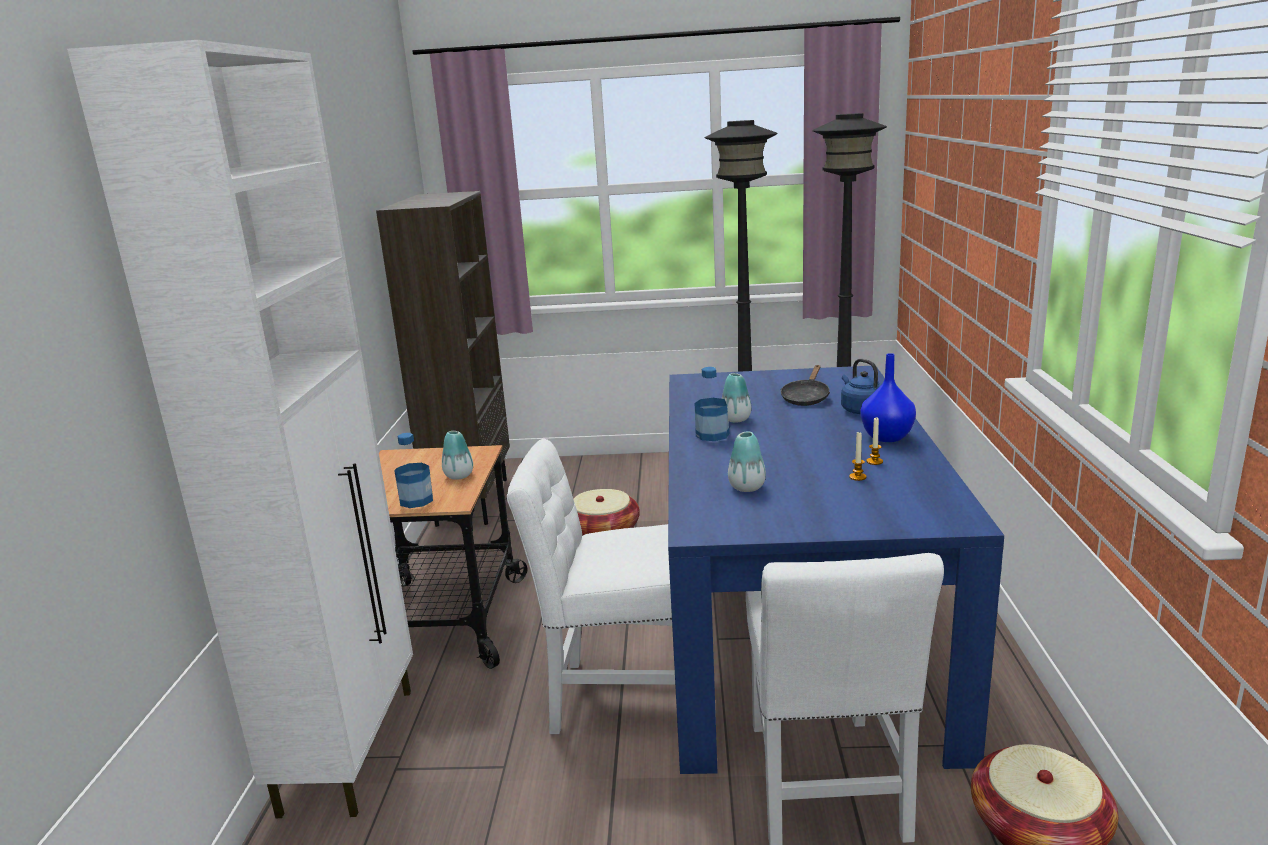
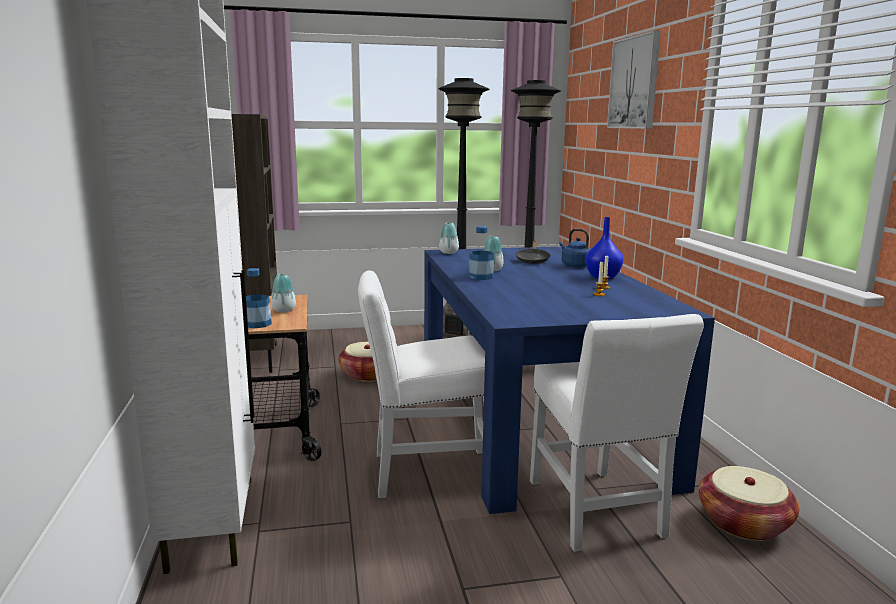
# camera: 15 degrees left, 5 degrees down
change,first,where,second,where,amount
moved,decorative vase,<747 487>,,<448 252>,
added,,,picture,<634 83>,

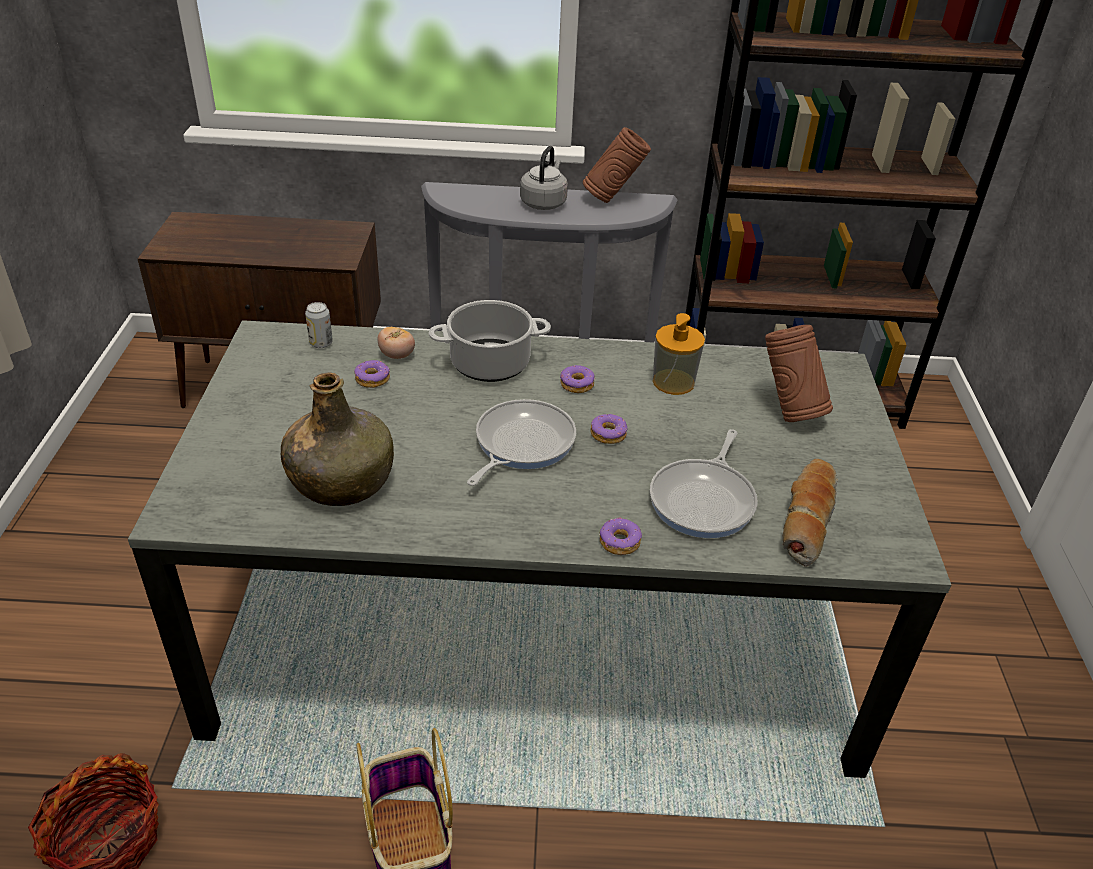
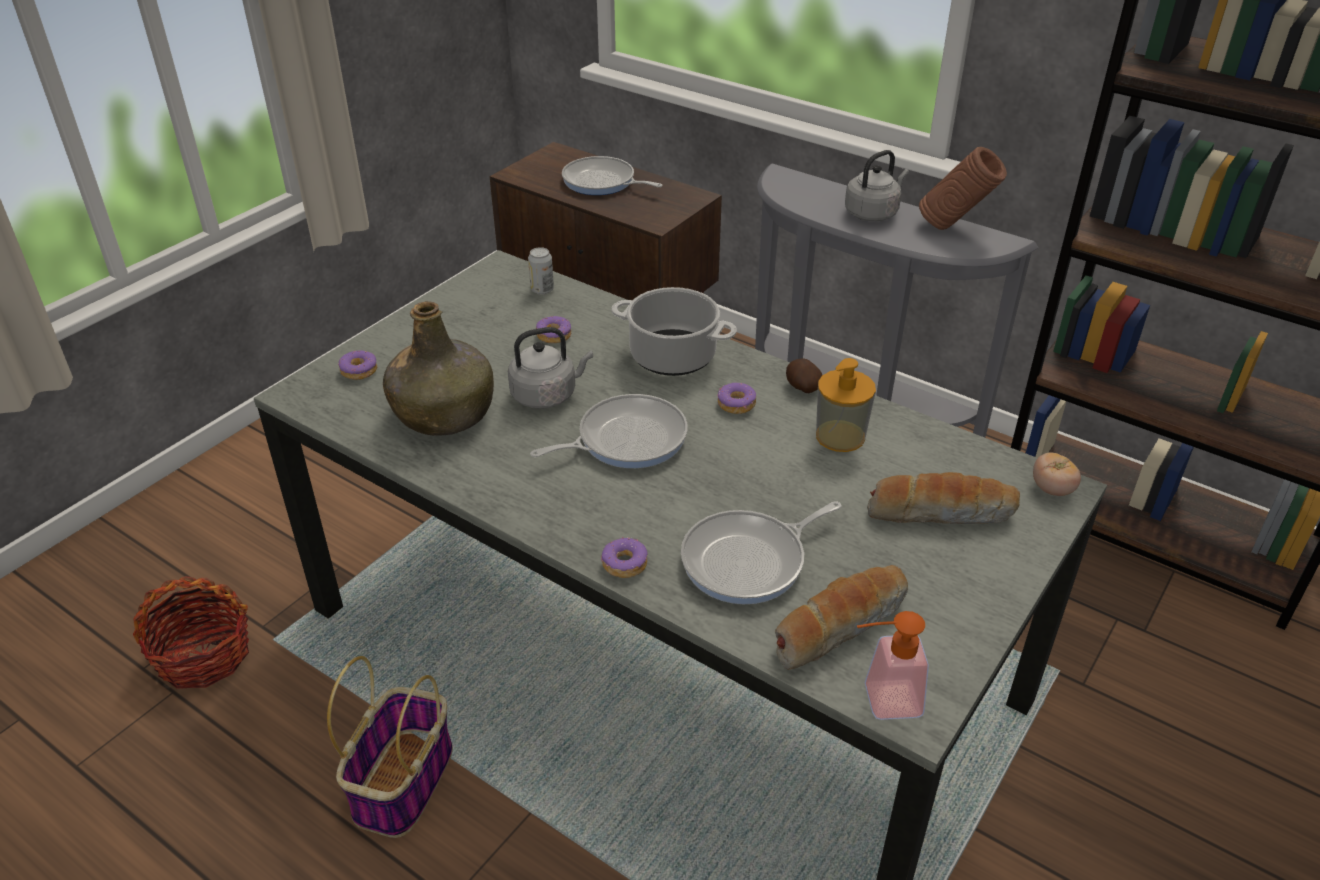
# camera: 35 degrees right, 0 degrees up
change,first,where,second,where,amount
replaced,brownish decorative vase,<789 411>,bread,<940 511>,
moved,tomato,<397 355>,,<1051 489>,
moved,doughnut,<608 434>,,<359 370>,
added,,,pan,<602 182>,
added,,,grey tea kettle,<547 395>,
added,,,whole potato,<802 387>,
added,,,soap dispenser,<881 700>,

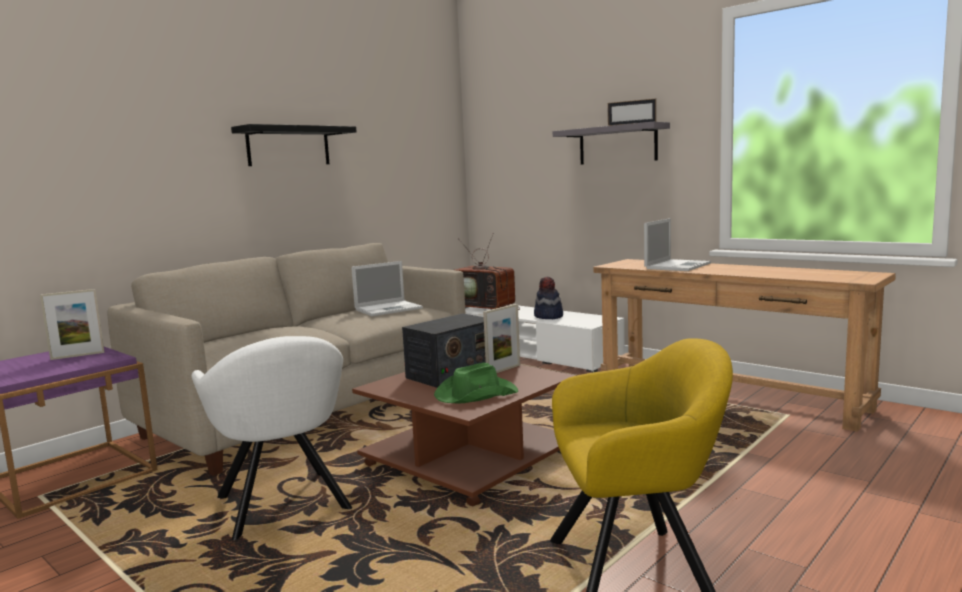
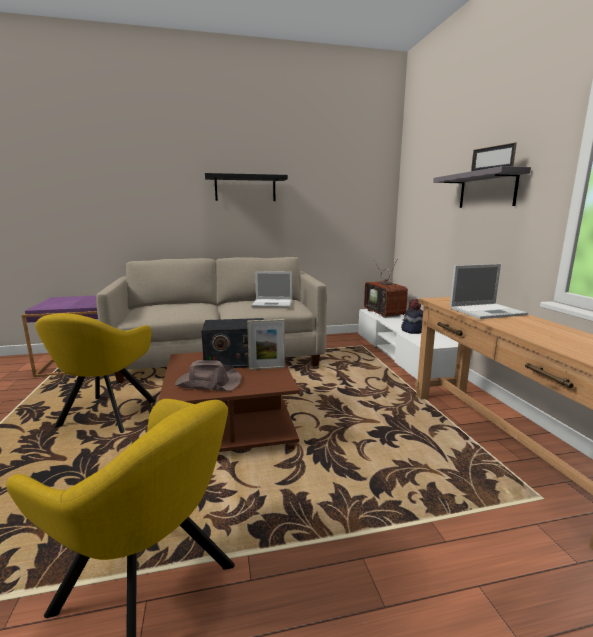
# camera: 35 degrees right, 5 degrees up
change,first,where,second,where,amount
removed,photo frame,<77 356>,,,
recoloured,whitish lounge chair,<284 507>,yellow lounge chair,<105 416>,
recoloured,green-coloured clothing hat,<475 394>,brownish clothing hat,<208 382>,

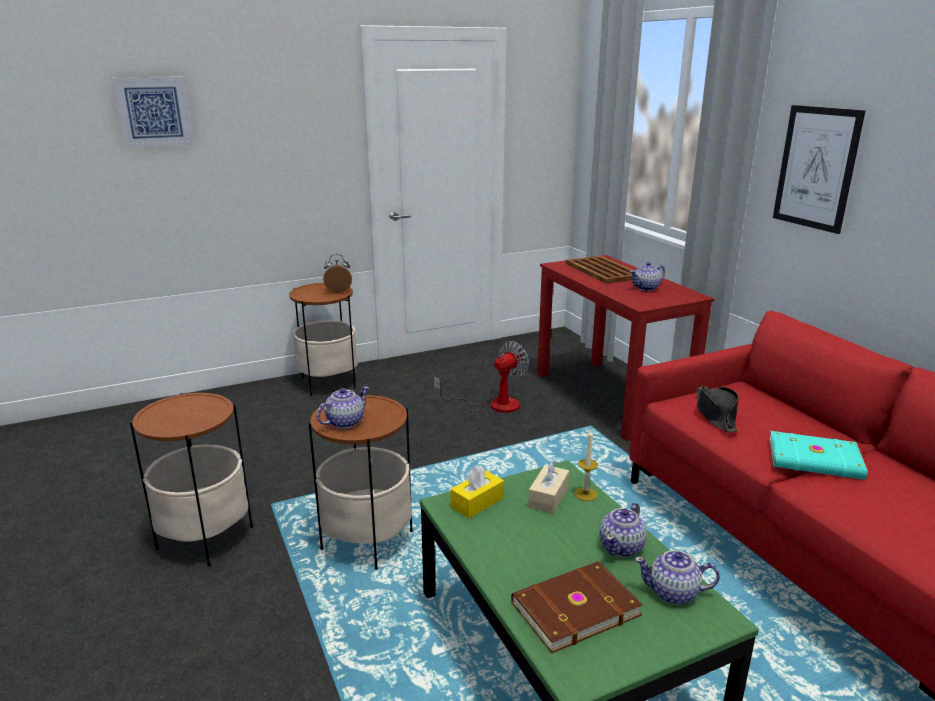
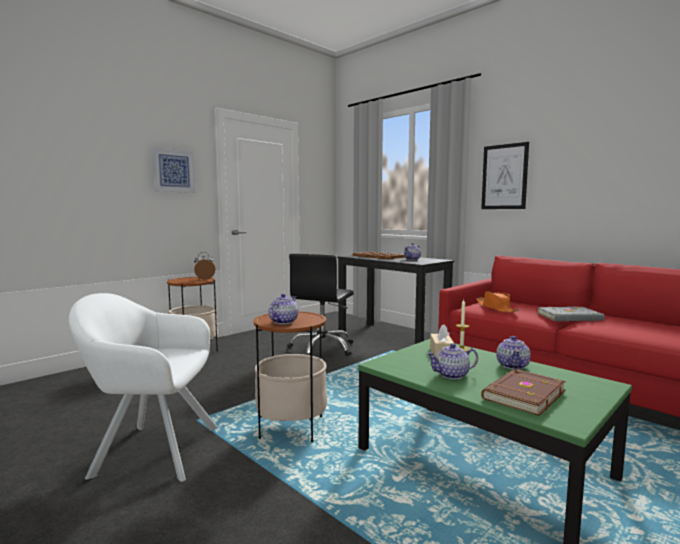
# camera: 20 degrees left, 15 degrees down
change,first,where,second,where,amount
moved,picture,<153 112>,,<173 170>,
recoloured,red-coloured desk unit,<610 397>,black-coloured desk unit,<392 337>,
replaced,cooling fan,<493 405>,black-coloured desk chair,<322 348>,
recoloured,black-coloured clothing hat,<715 414>,orange-coloured clothing hat,<496 308>,
replaced,end table,<205 538>,whitish lounge chair,<151 450>,
recoloured,blue-green bound book,<815 460>,grey bound book,<570 317>,
removed,yellow tissue holder,<477 502>,,,
moved,teapot,<674 593>,,<452 375>,

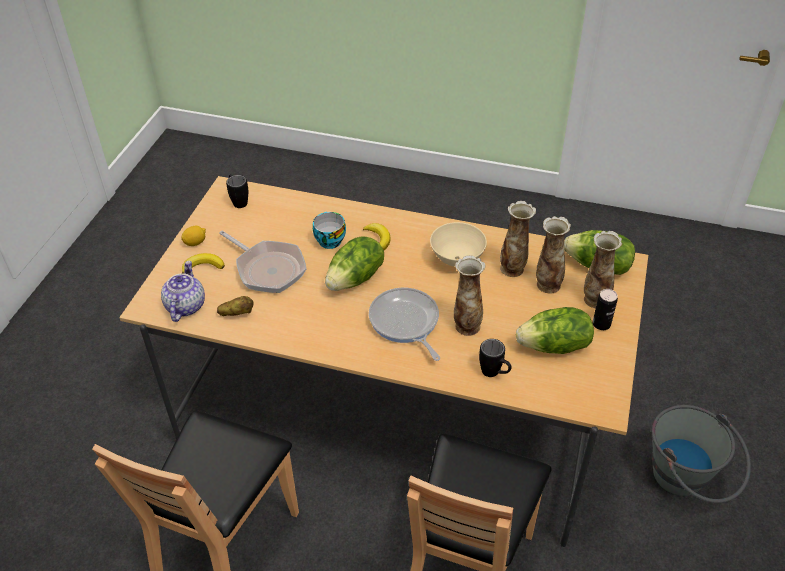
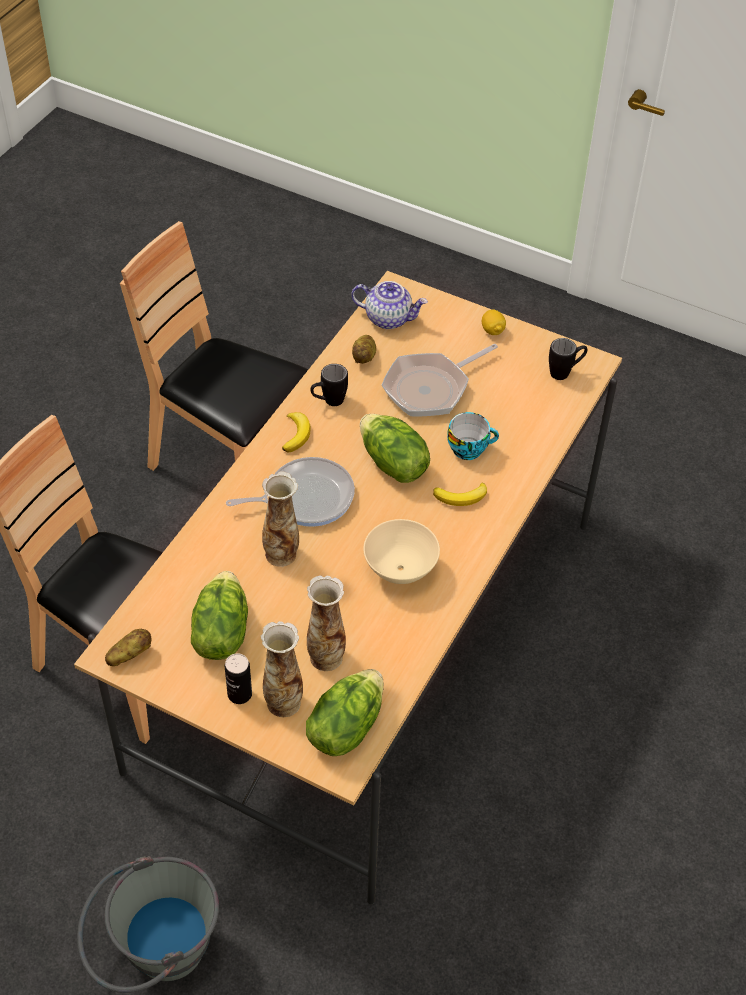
# camera: 100 degrees right, 5 degrees up
change,first,where,second,where,amount
removed,decorative vase,<512 269>,,,
moved,whole banana,<203 266>,,<296 434>,
moved,black-coloured coffee mug,<494 374>,,<328 402>,
added,,,whole potato,<129 655>,

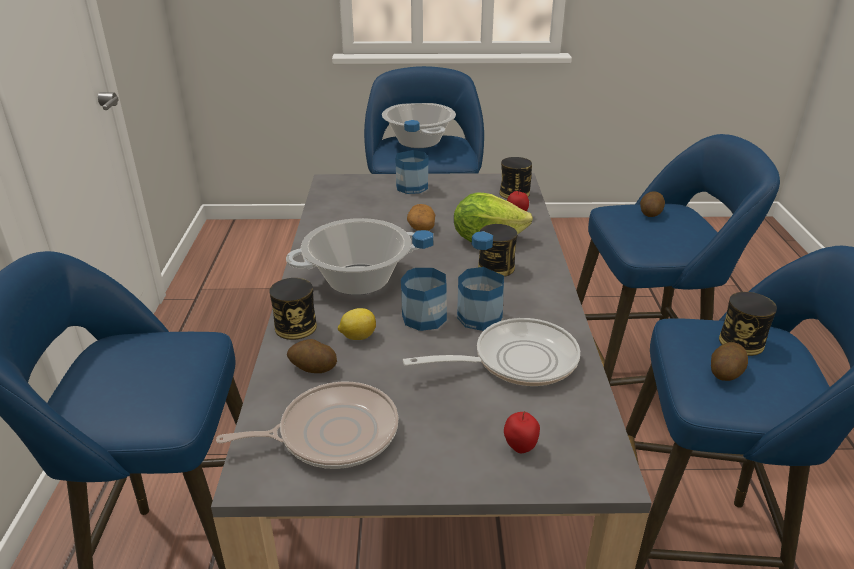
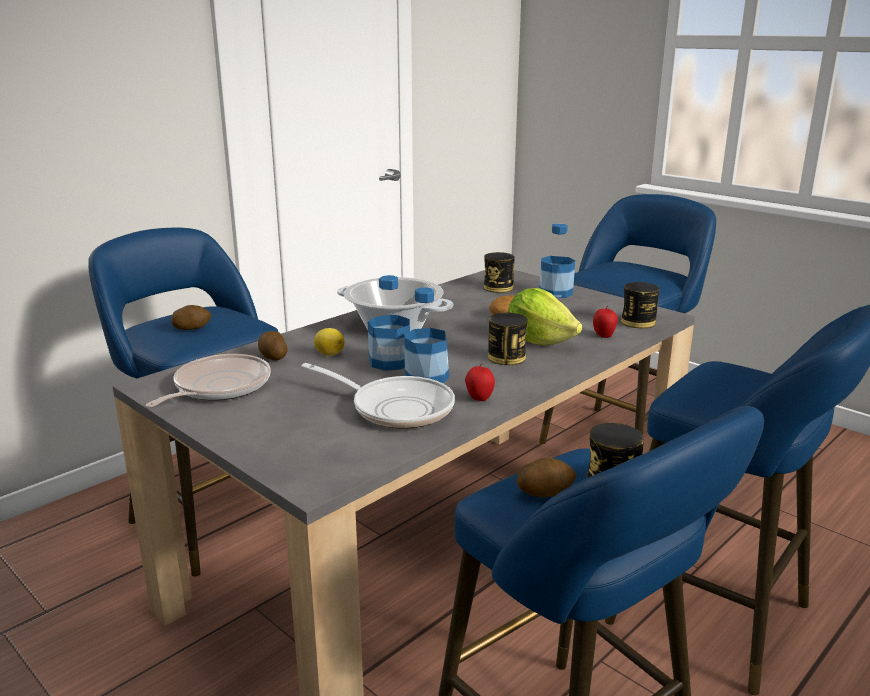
# camera: 45 degrees right, 10 degrees down
change,first,where,second,where,amount
removed,stockpot,<419 141>,,,
moved,whole potato,<650 213>,,<192 328>,
moved,sealed can,<295 327>,,<498 288>,
turned,pan,<332 433>,,<218 387>,90 degrees counterclockwise
moved,apple fruit,<520 448>,,<479 398>,

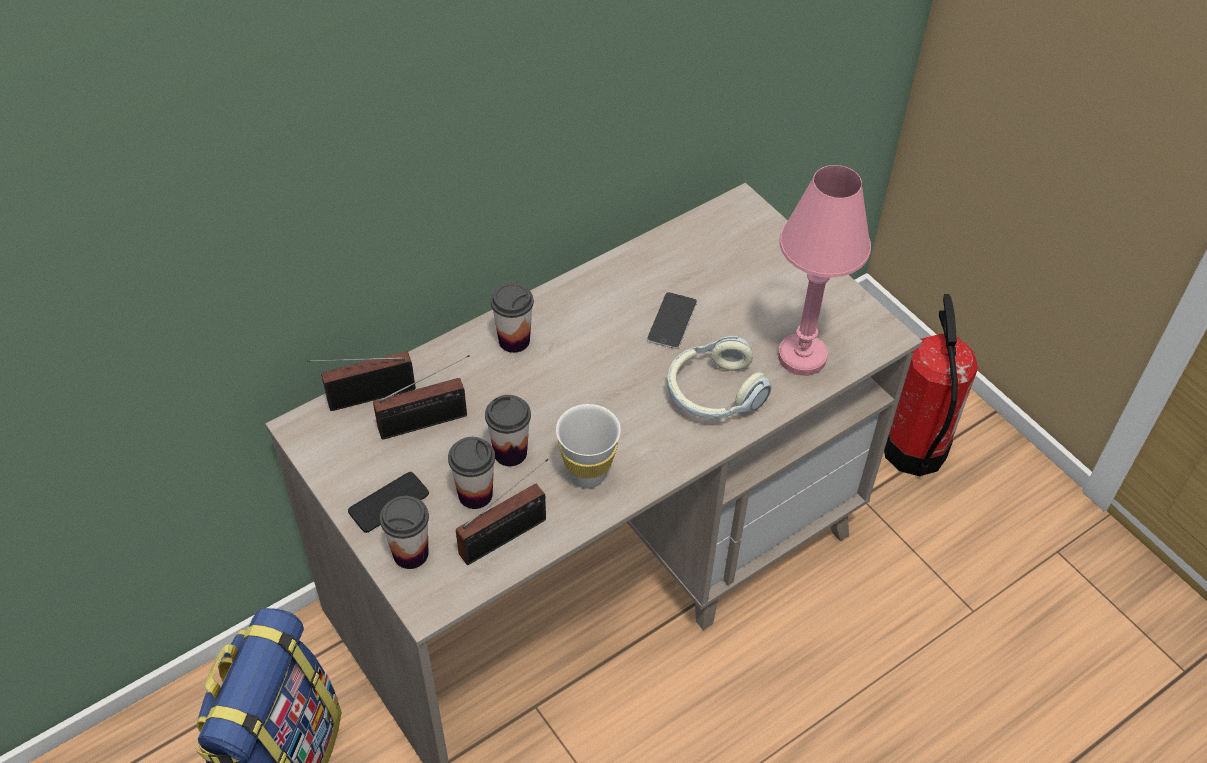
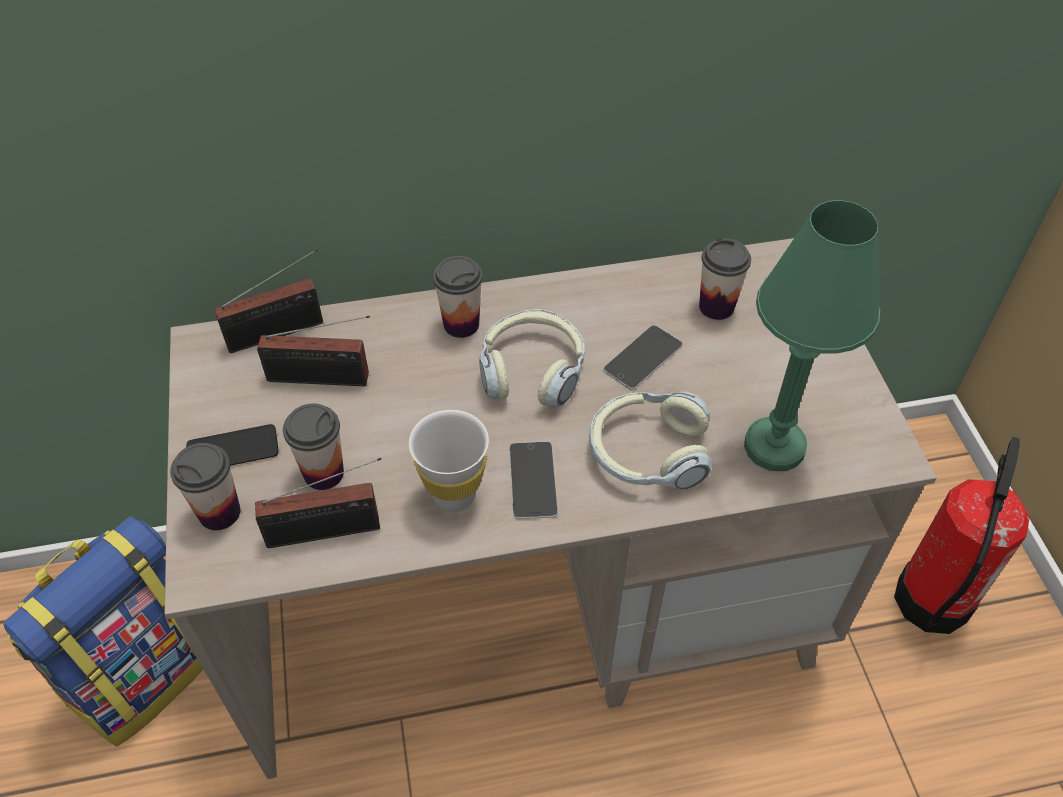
# camera: 25 degrees right, 0 degrees up
change,first,where,second,where,amount
recoloured,pink tabletop lamp,<802 357>,green-coloured tabletop lamp,<774 446>,
turned,radio set,<366 395>,,<281 332>,150 degrees clockwise
moved,small cup,<510 452>,,<716 307>,
added,,,headset,<532 370>,
added,,,telephone,<533 480>,

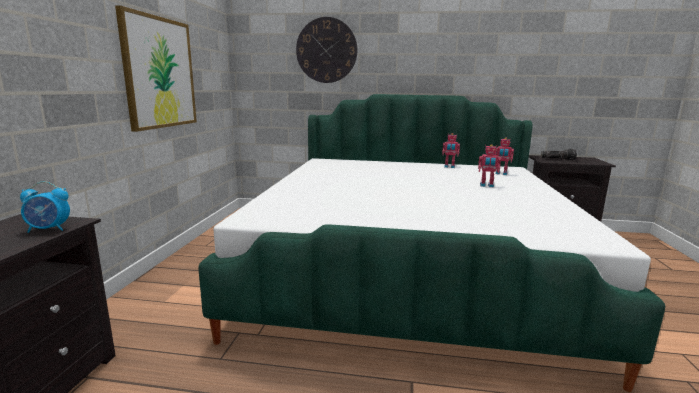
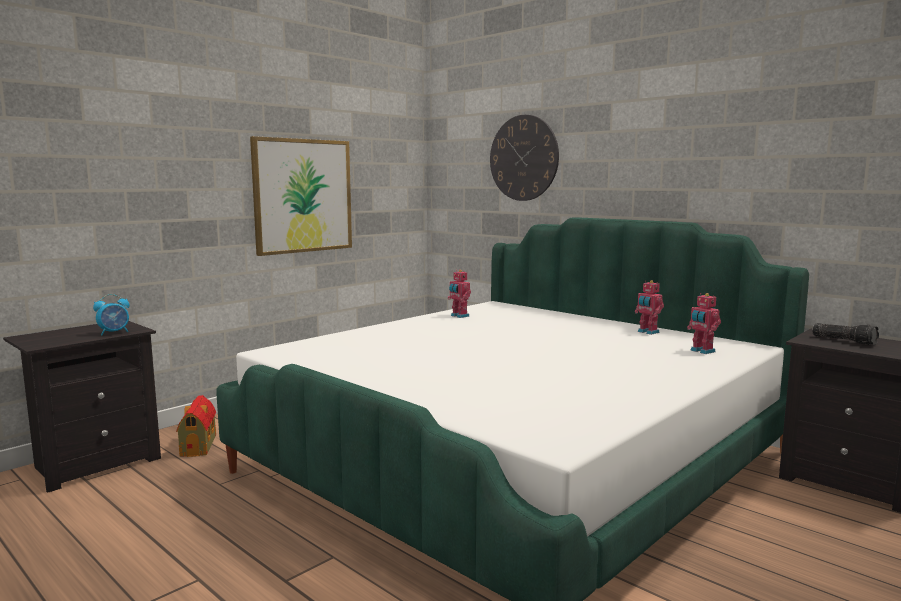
# camera: 35 degrees right, 5 degrees down
change,first,where,second,where,amount
moved,toy robot,<486 185>,,<459 316>,
turned,table clock,<49 229>,,<114 333>,60 degrees counterclockwise
added,,,toy house,<199 445>,

